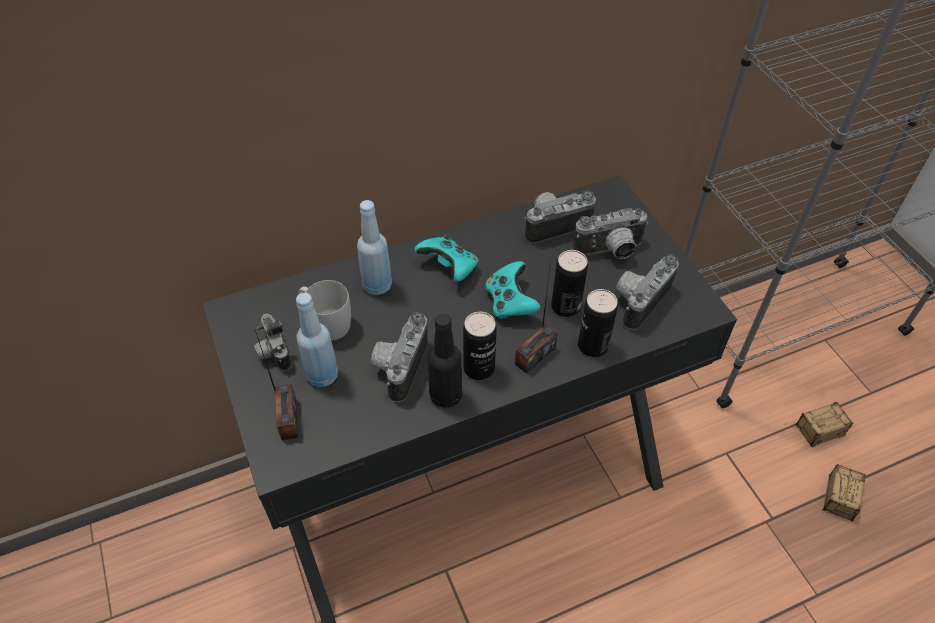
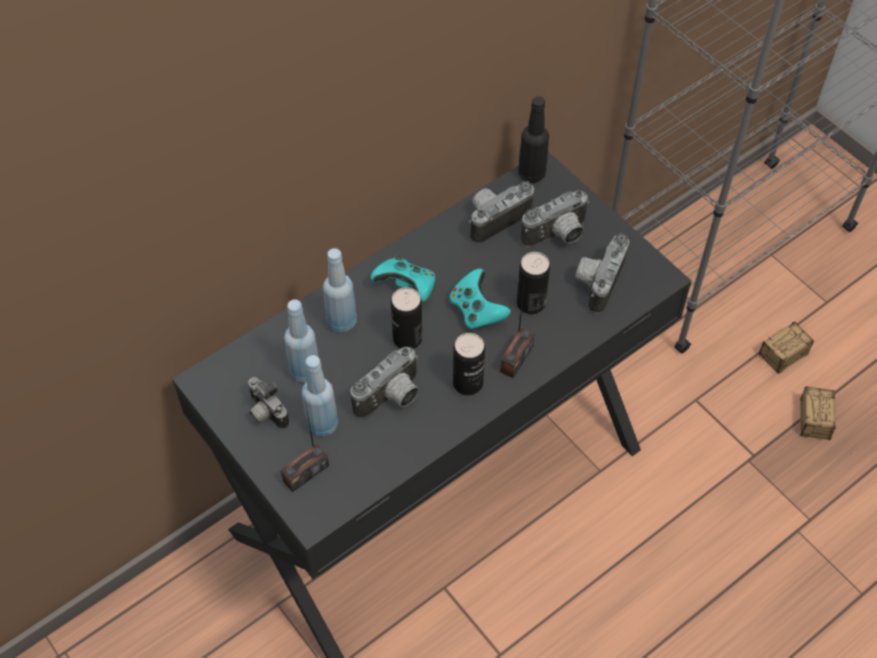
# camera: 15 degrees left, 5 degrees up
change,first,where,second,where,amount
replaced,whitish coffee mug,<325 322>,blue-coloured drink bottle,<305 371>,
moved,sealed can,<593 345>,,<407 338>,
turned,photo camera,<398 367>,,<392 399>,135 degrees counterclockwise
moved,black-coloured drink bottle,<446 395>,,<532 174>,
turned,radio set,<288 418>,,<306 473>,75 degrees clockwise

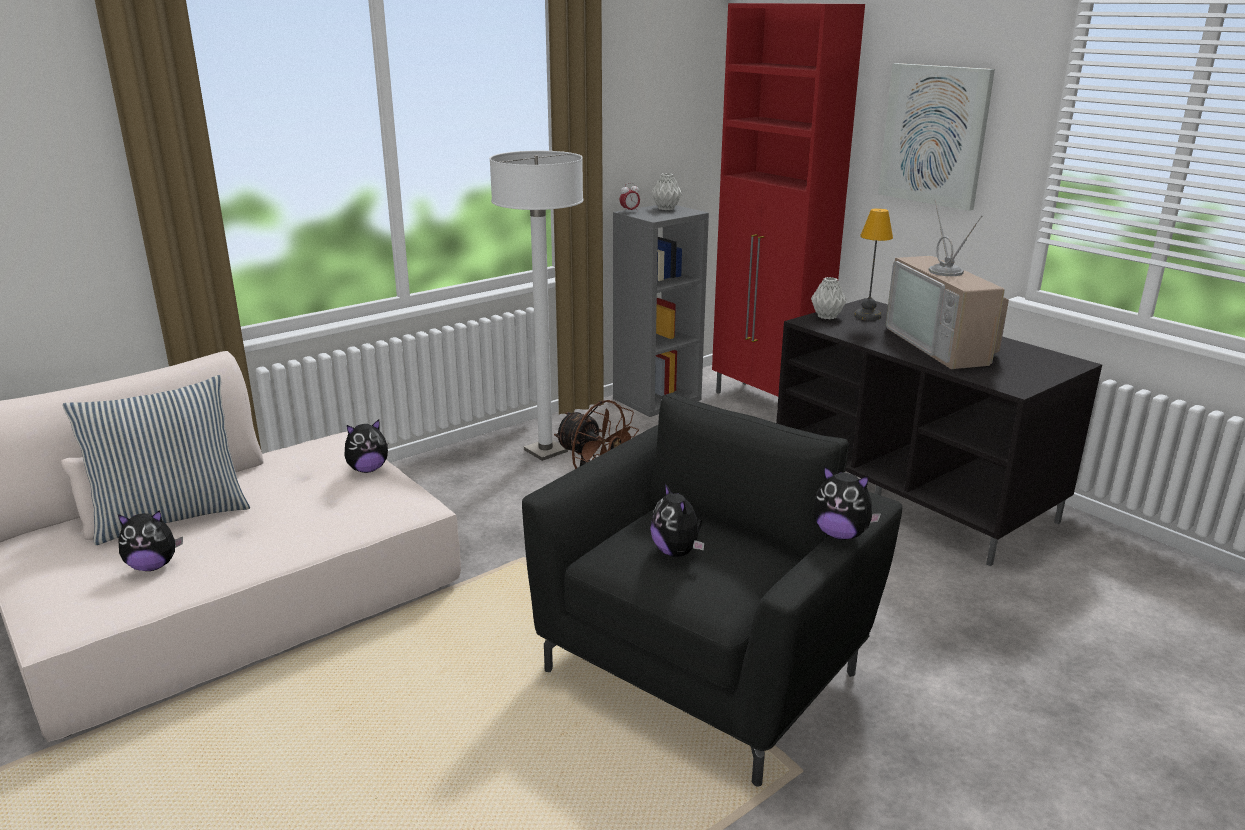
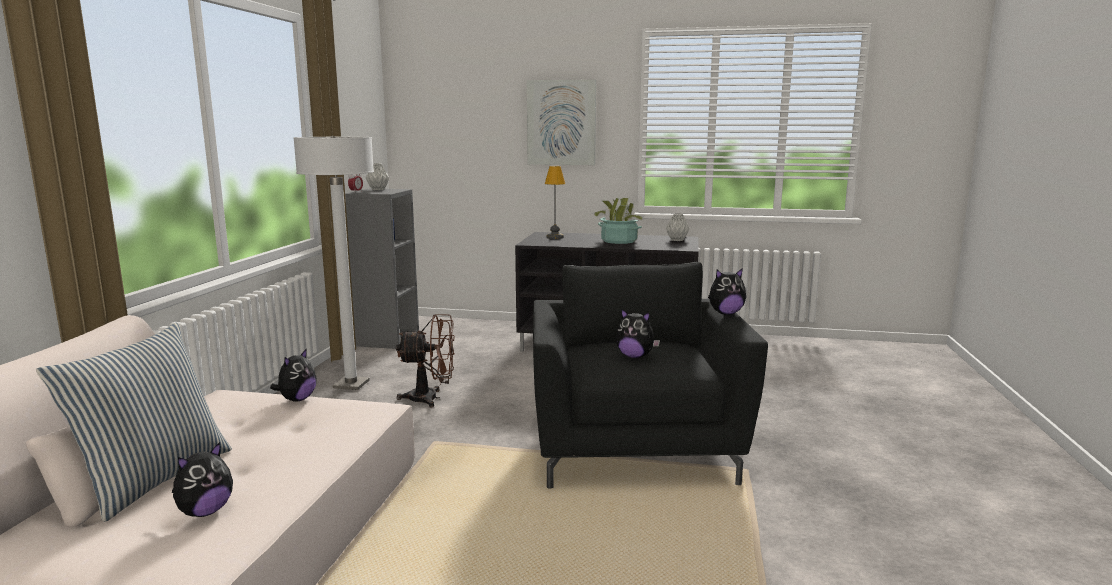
# camera: 40 degrees left, 10 degrees down
change,first,where,second,where,amount
removed,red-coloured cupboard,<767 403>,,,
replaced,TV,<944 345>,plant in a pot,<619 241>,
moved,grey decorative vase,<826 317>,,<677 240>,

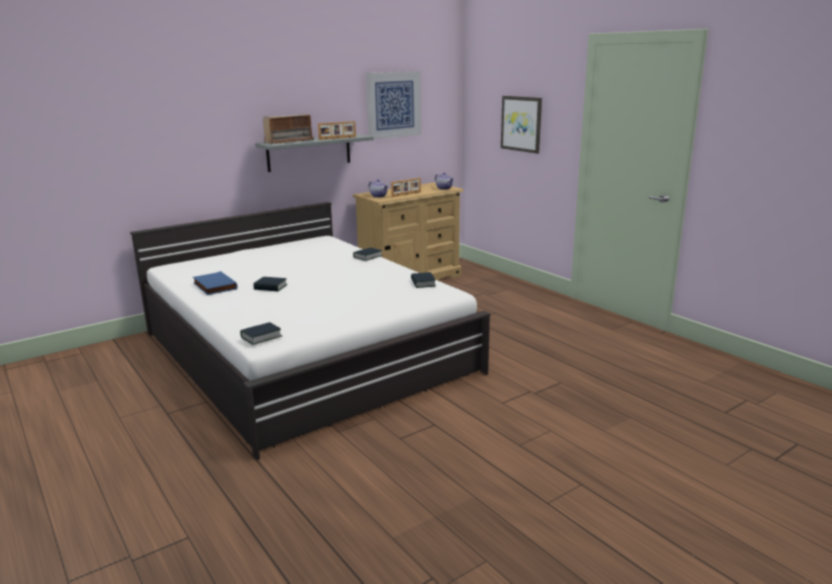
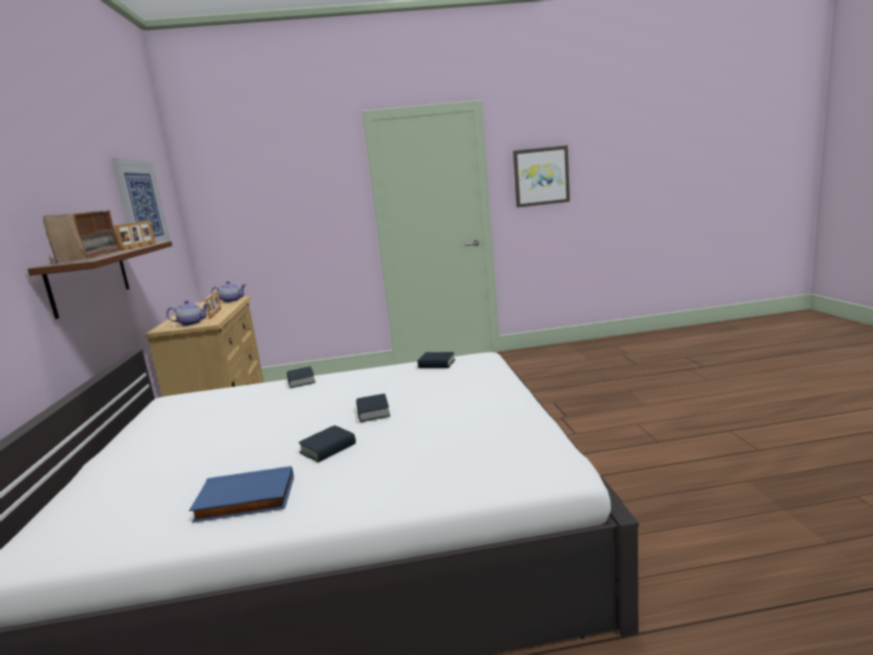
# camera: 60 degrees left, 5 degrees down
change,first,where,second,where,amount
moved,picture,<521 124>,,<541 176>,
recoloured,grey shelf,<309 152>,brownish shelf,<90 279>,
moved,bound book,<261 337>,,<373 412>,

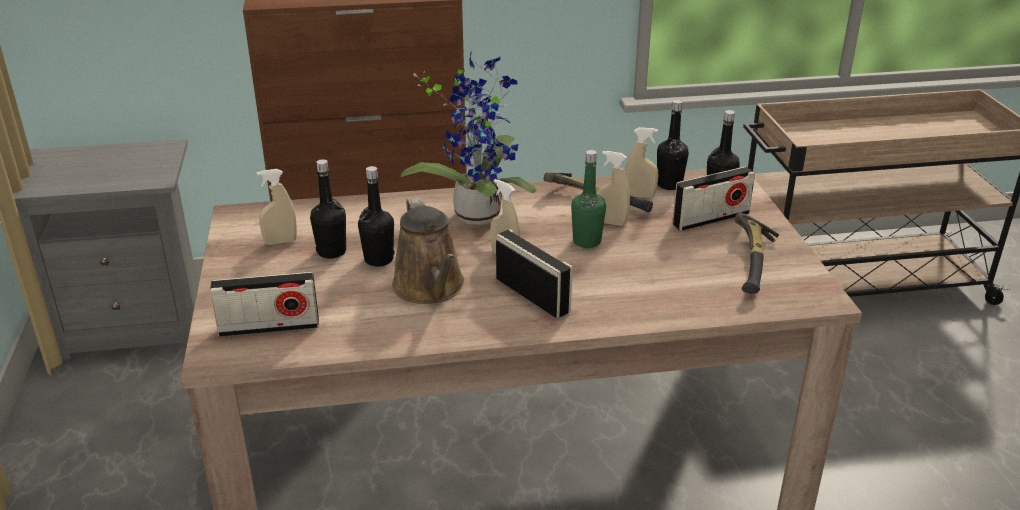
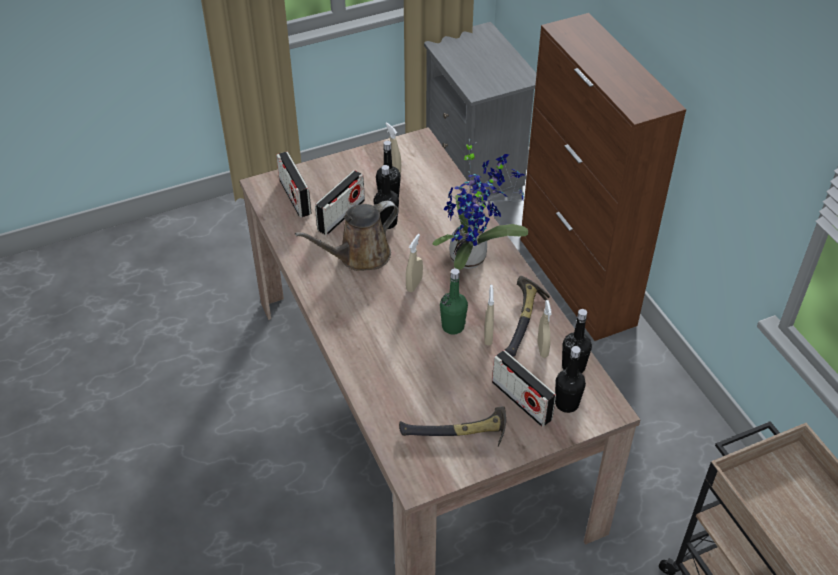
# camera: 75 degrees right, 15 degrees up
change,first,where,second,where,amount
moved,radio set,<532 295>,,<341 215>,

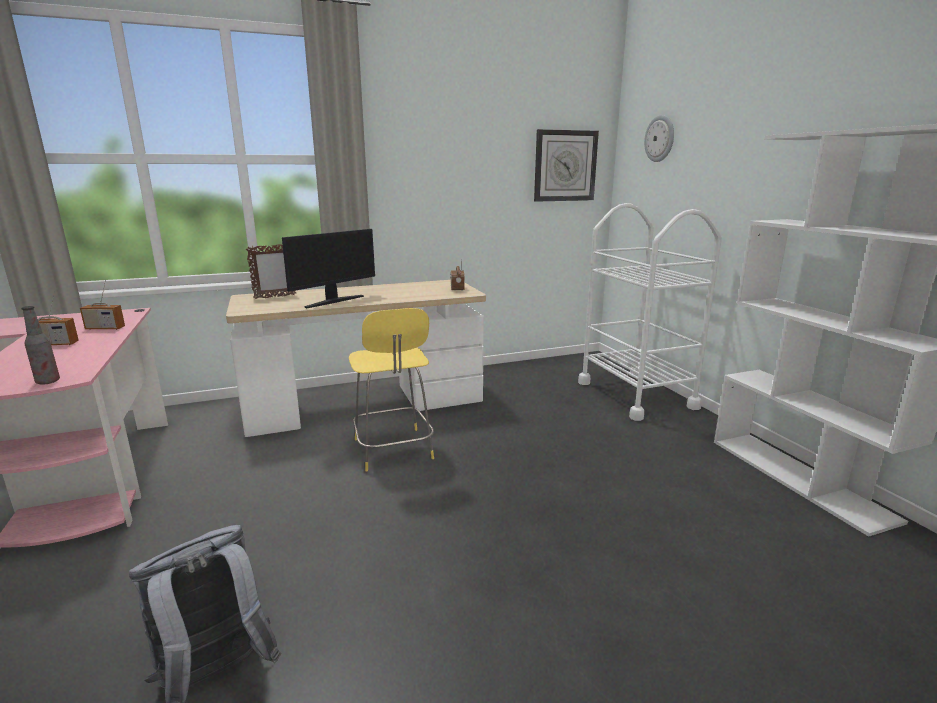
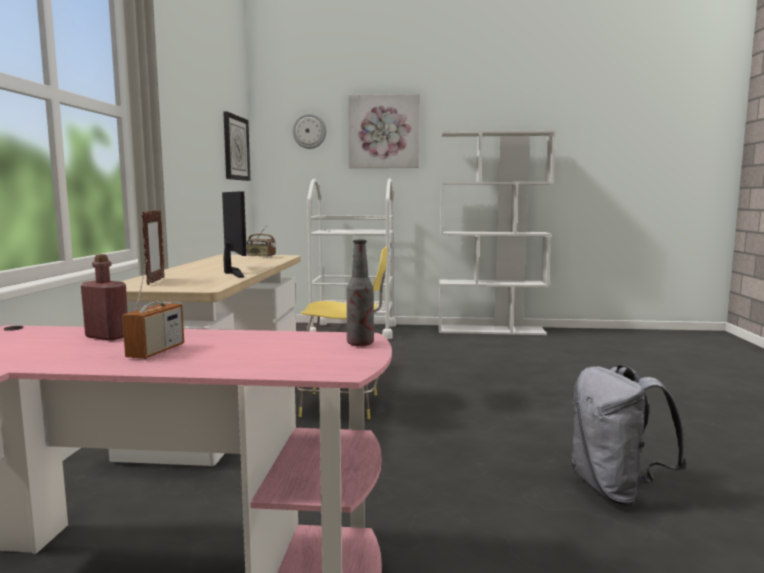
# camera: 65 degrees left, 10 degrees down
change,first,where,second,where,amount
replaced,radio set,<105 328>,red-coloured drink bottle,<107 337>,
added,,,picture,<384 132>,

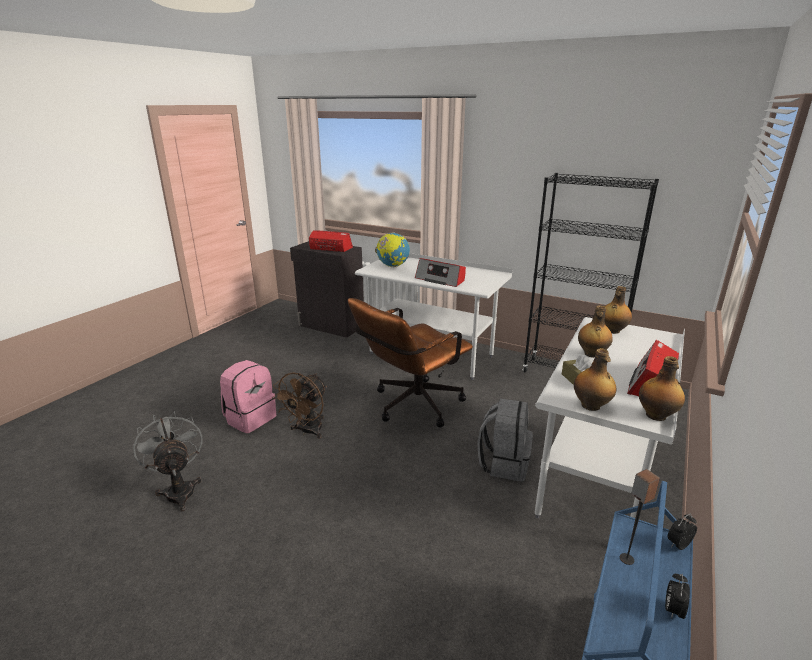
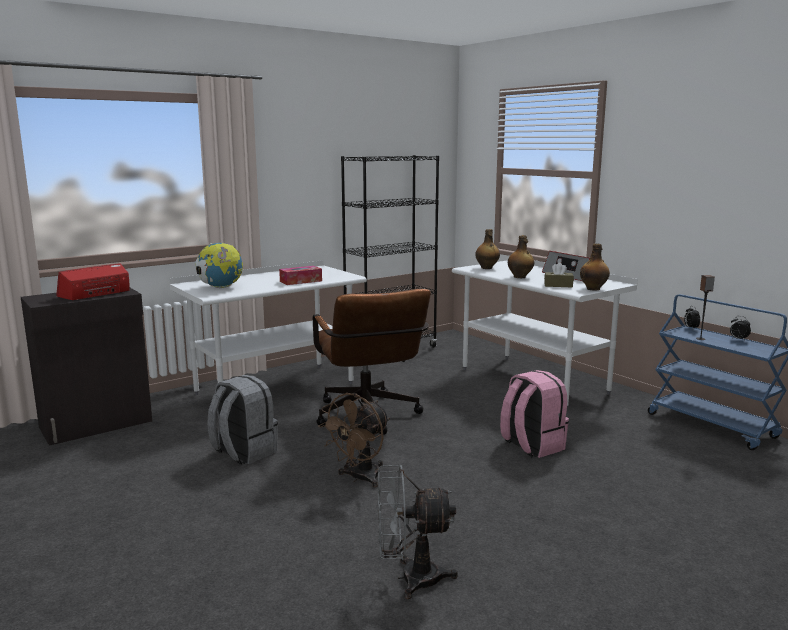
# camera: 65 degrees left, 10 degrees down
change,first,where,second,where,amount
replaced,radio set,<440 279>,tissue holder,<301 281>,
removed,drink bottle,<656 416>,,,
moved,pink backpack,<250 418>,,<531 445>,
turned,brownish cooling fan,<307 431>,,<359 478>,75 degrees clockwise
moved,grey backpack,<504 463>,,<243 452>,

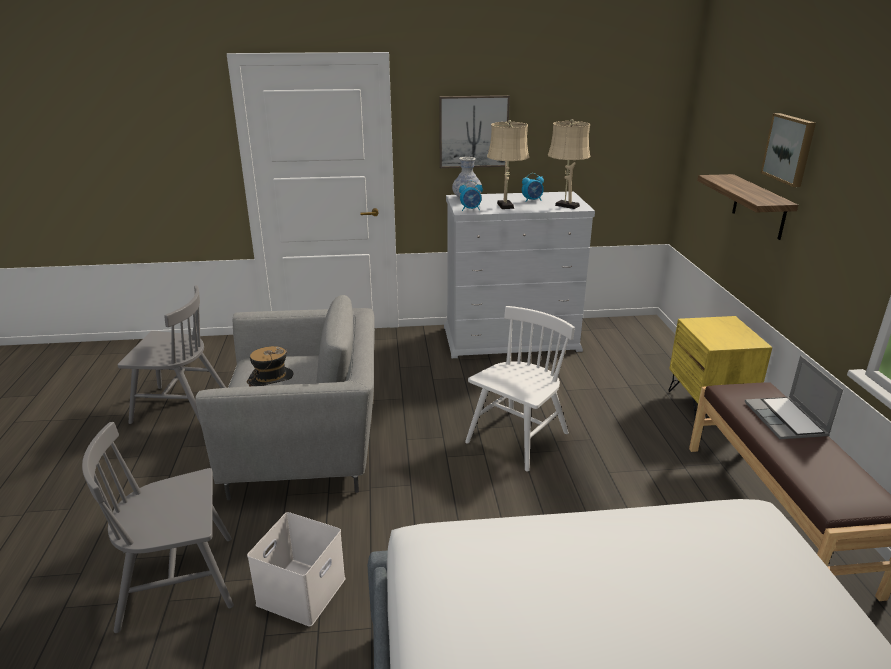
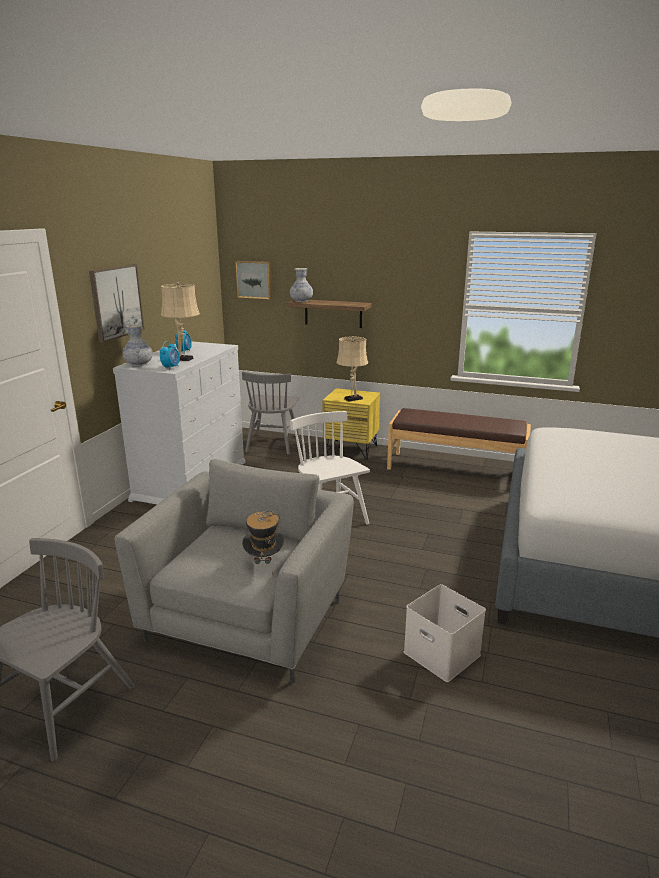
# camera: 65 degrees left, 5 degrees down
change,first,where,second,where,amount
moved,picture,<790 149>,,<254 279>,
moved,sand-coloured tabletop lamp,<565 205>,,<351 399>,
removed,notebook computer,<786 420>,,,
moved,grey upright chair,<178 582>,,<272 443>,
added,,,decorative vase,<301 301>,

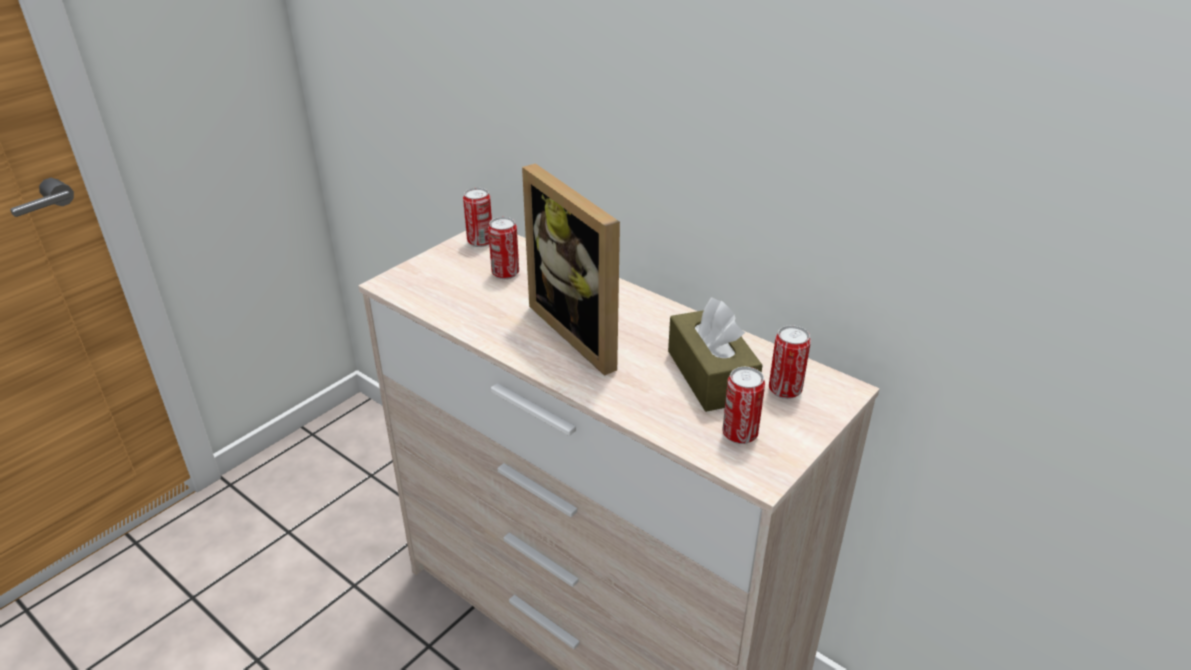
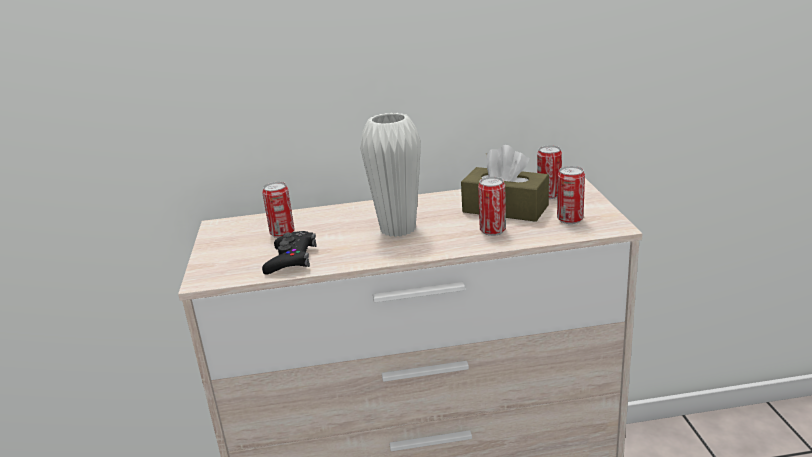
# camera: 45 degrees left, 10 degrees down
change,first,where,second,where,amount
replaced,photo frame,<585 331>,whitish decorative vase,<398 229>,
moved,sealed can,<480 241>,,<492 231>,
added,,,black-coloured joypad,<291 259>,

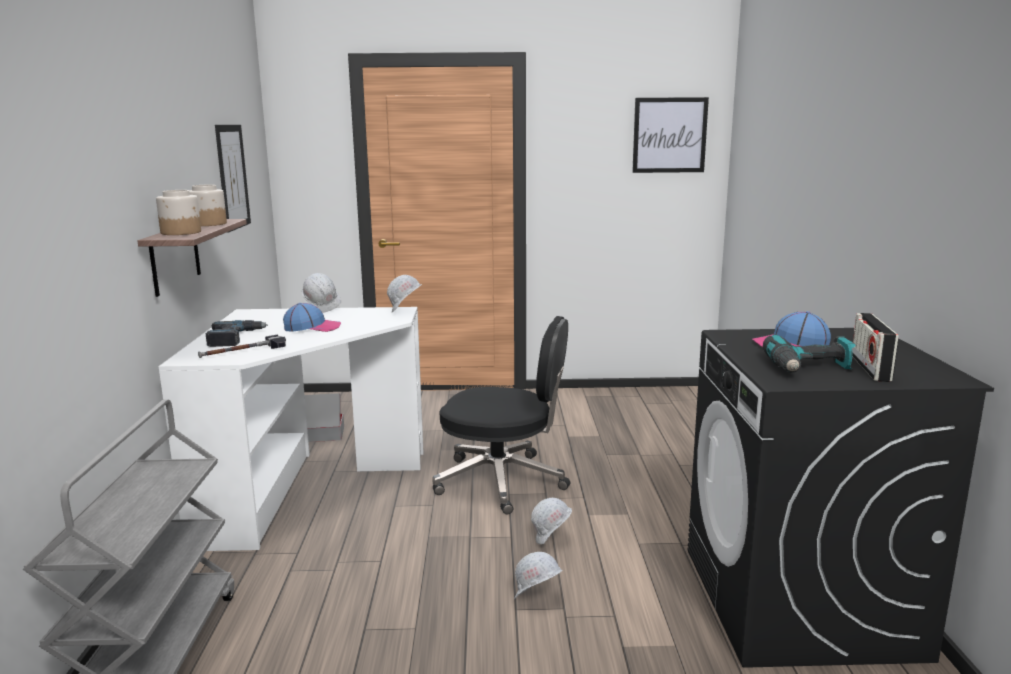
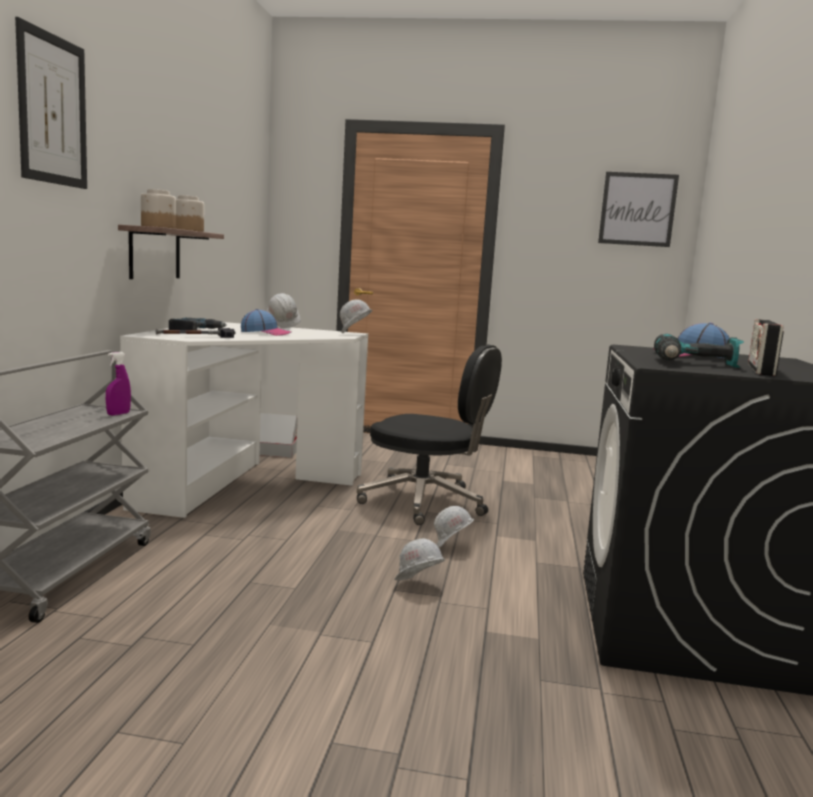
# camera: 10 degrees right, 5 degrees down
change,first,where,second,where,amount
moved,picture,<232 177>,,<52 110>,
added,,,purple-coloured spray bottle,<118 414>,

